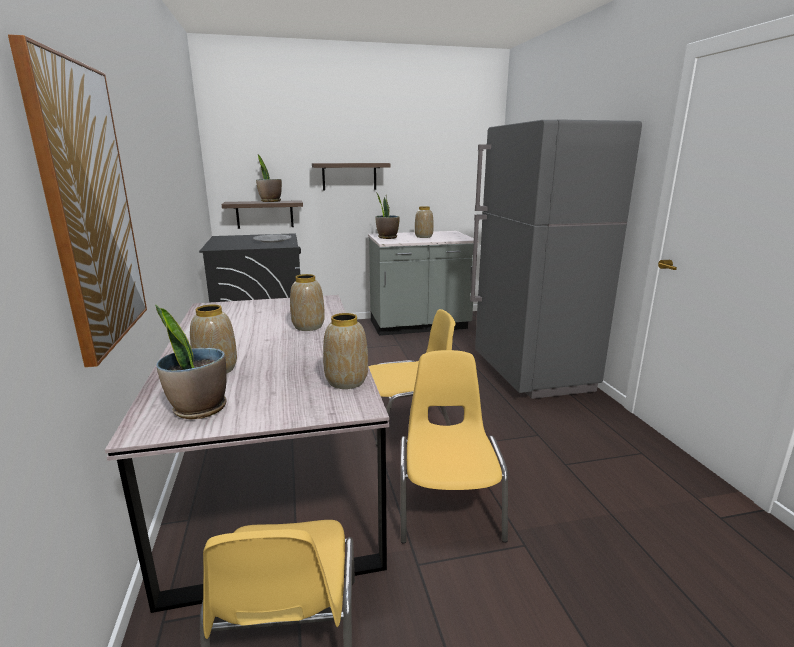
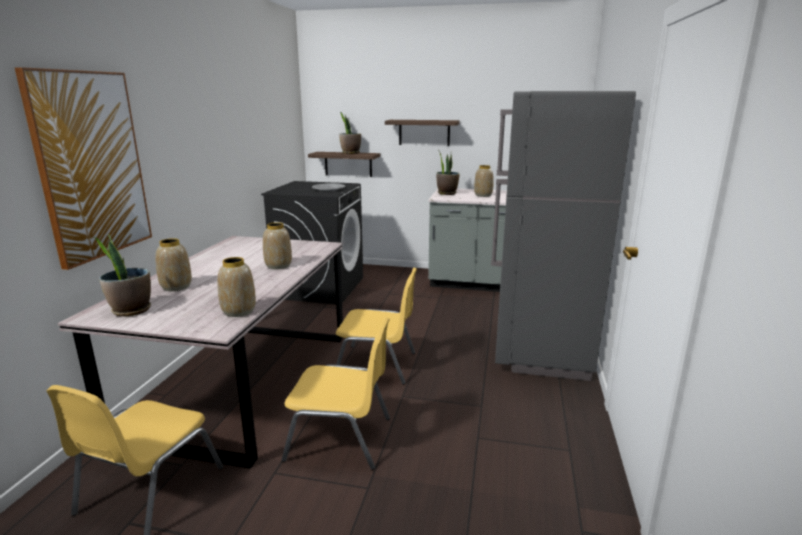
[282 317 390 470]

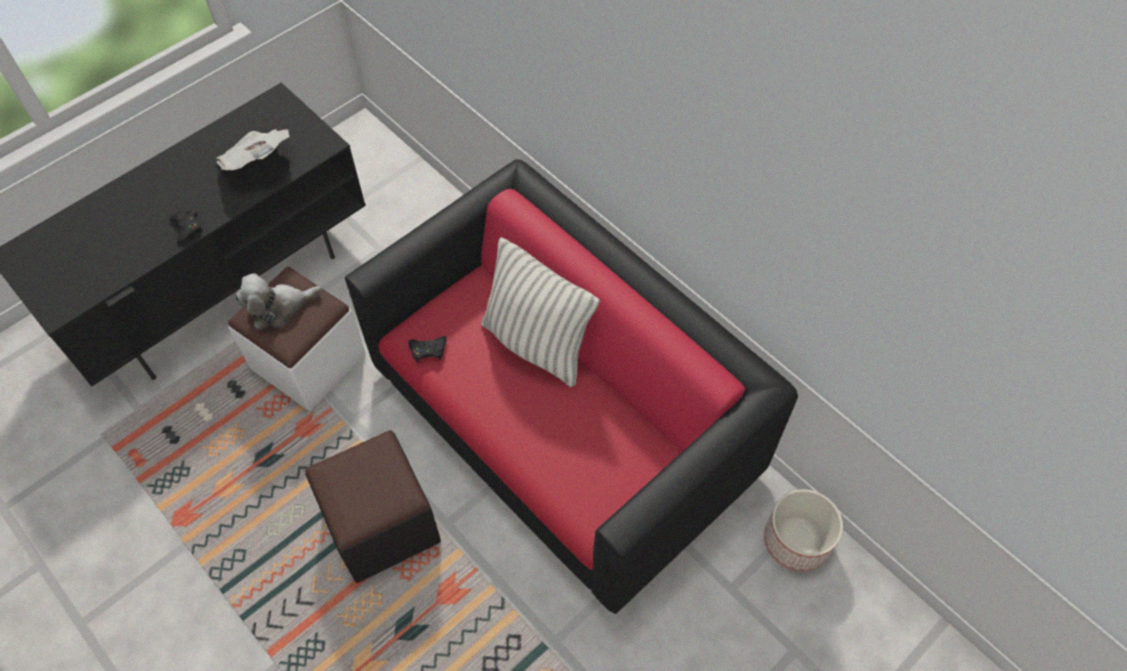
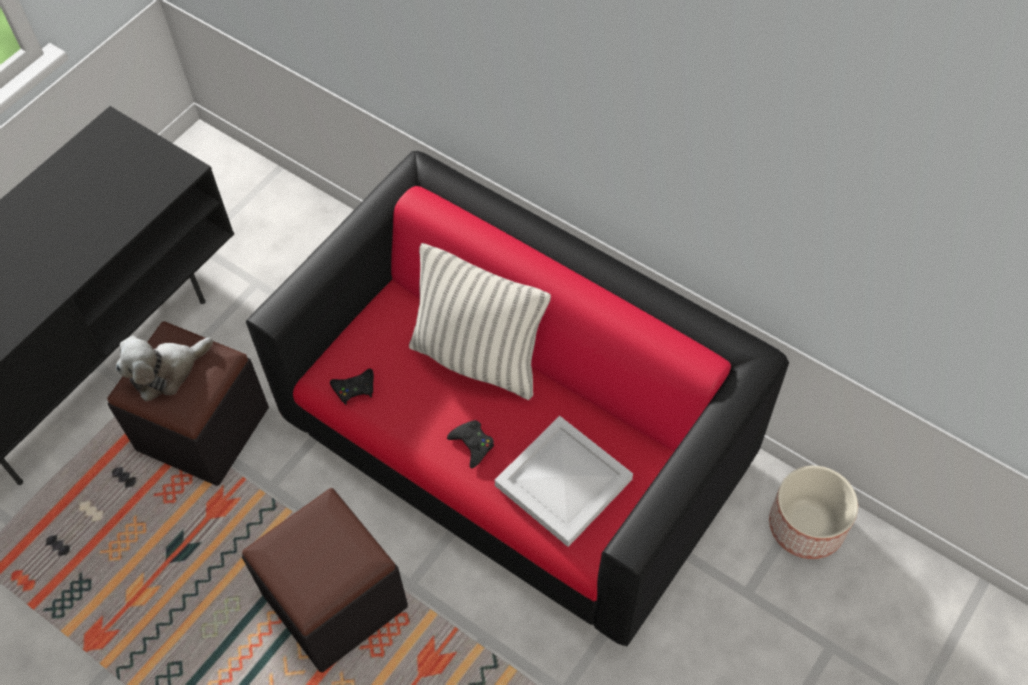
[216 129 290 170] (first image)
[447 420 494 468]
[107 321 269 486]
[495 416 633 547]

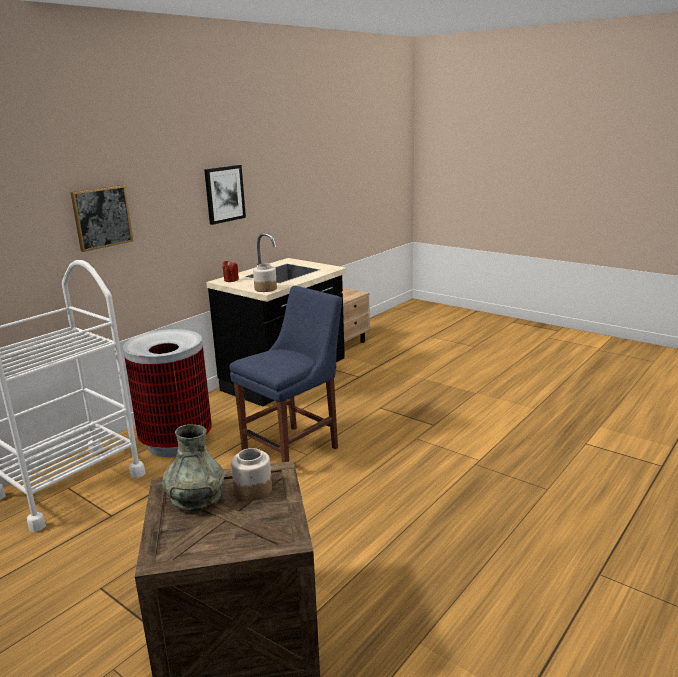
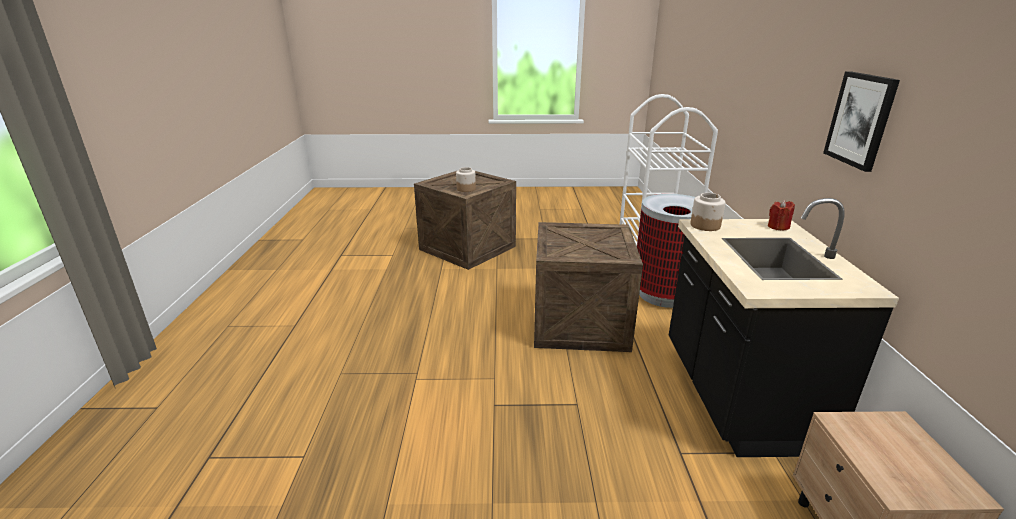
[70 185 133 252] (first image)
[534 222 643 352]
[162 424 224 511] (first image)

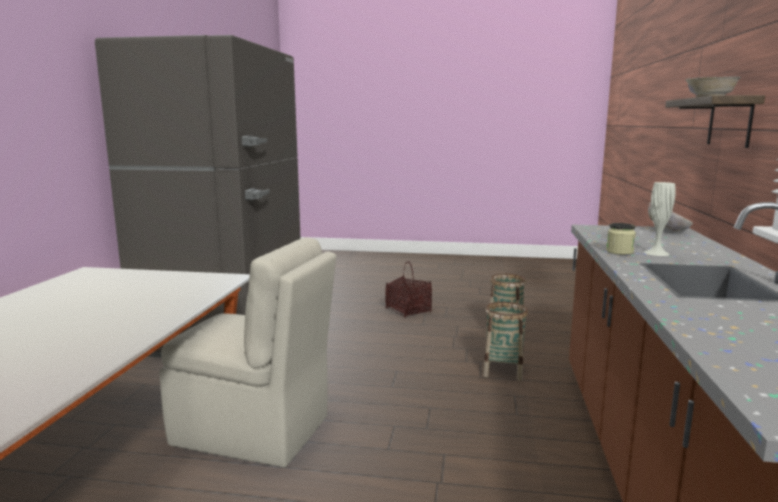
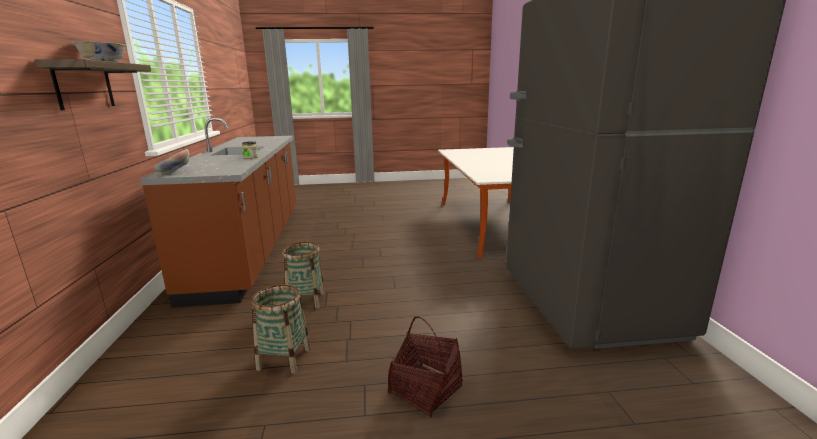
[644 182 676 256] (first image)
[159 237 336 467] (first image)

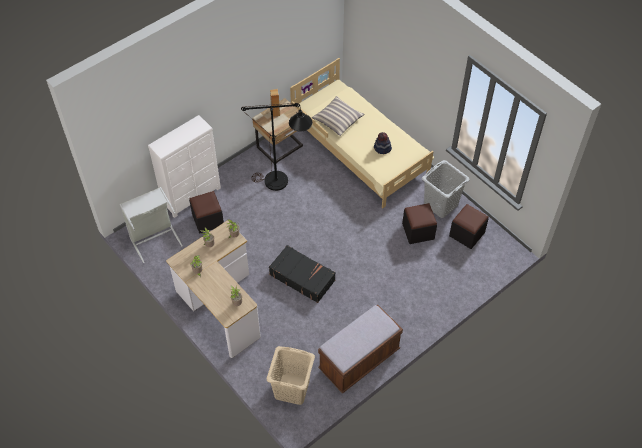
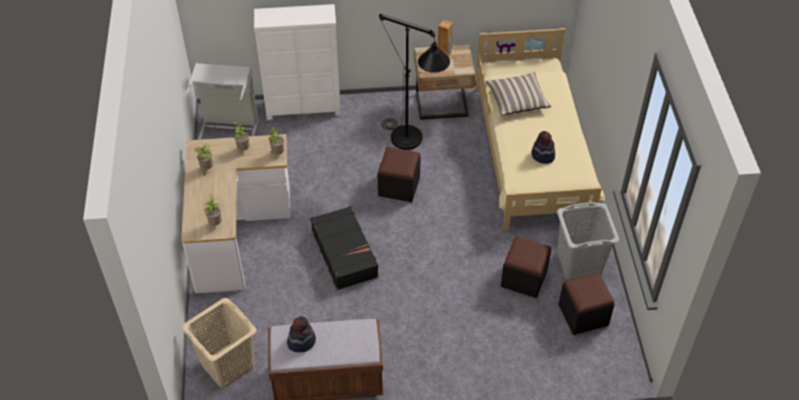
[378 147 421 202]
[287 316 316 352]

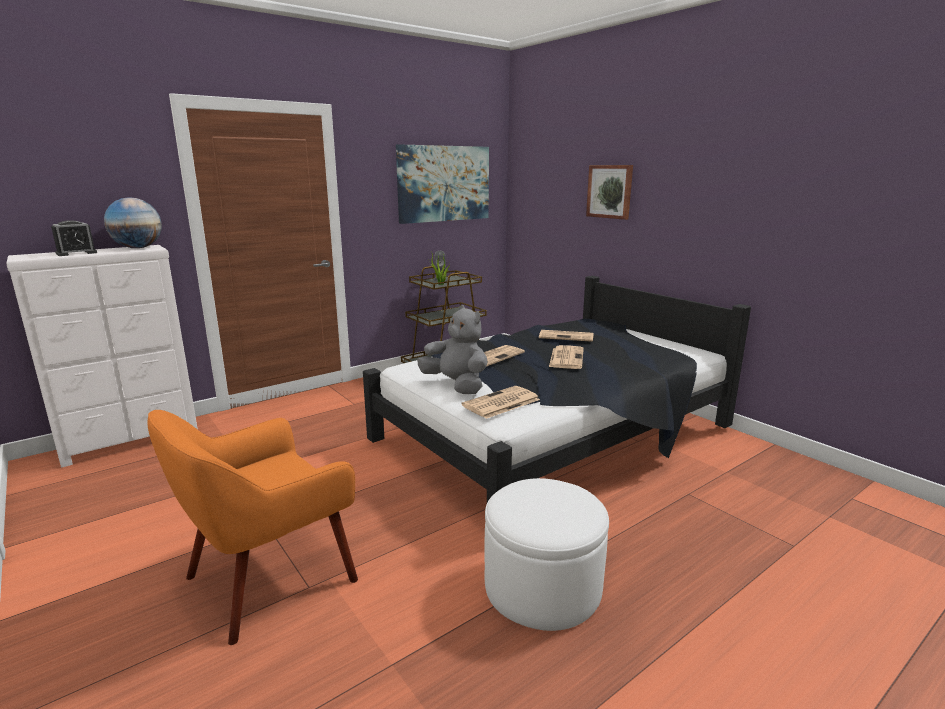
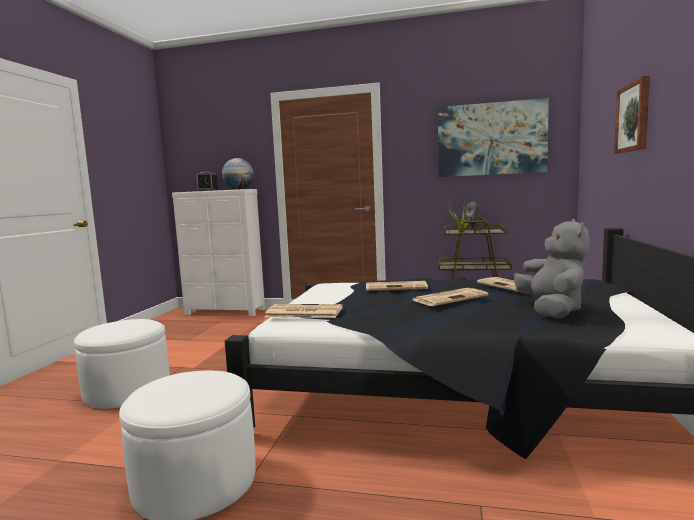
[514 219 590 318]
[74 319 170 409]

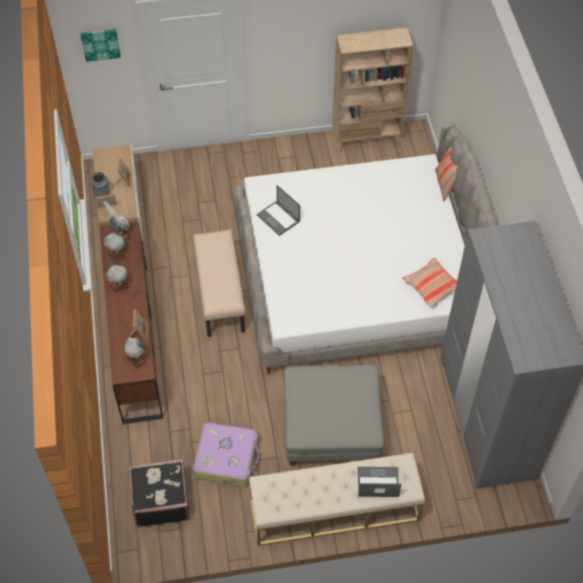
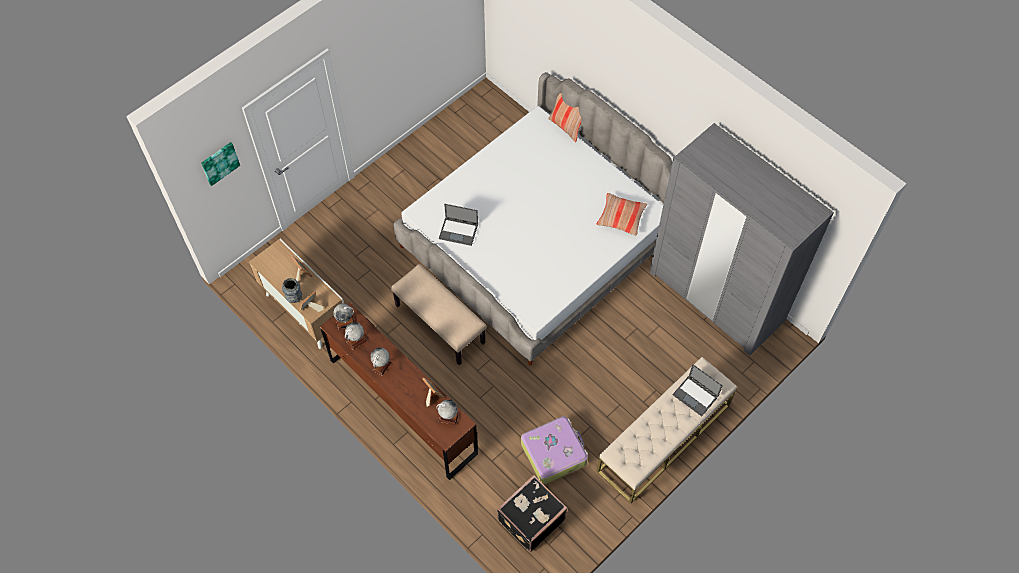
[332 27 413 152] (first image)
[284 365 384 466] (first image)
[673 364 723 417]

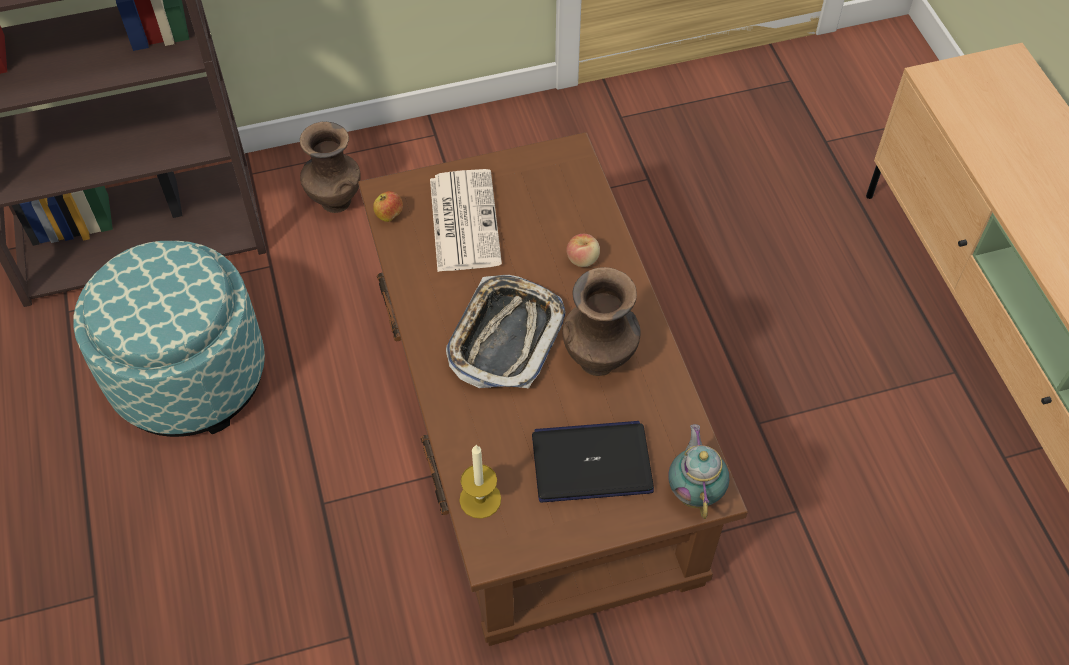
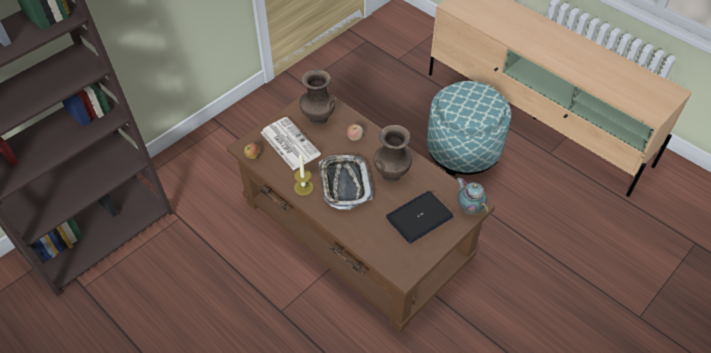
[299 69 335 125]
[427 81 511 176]
[294 153 314 195]

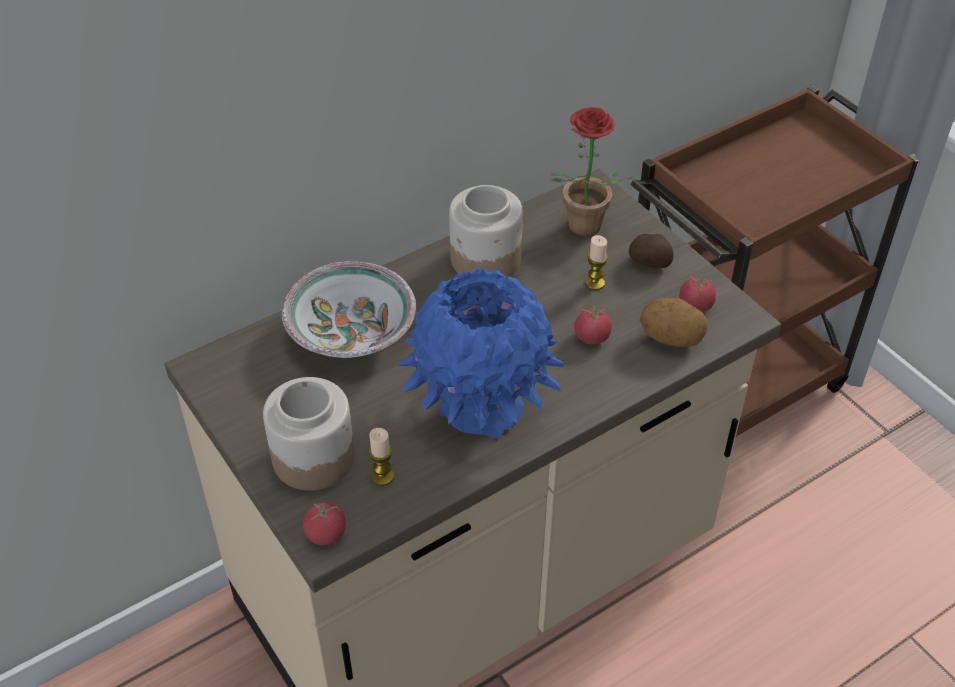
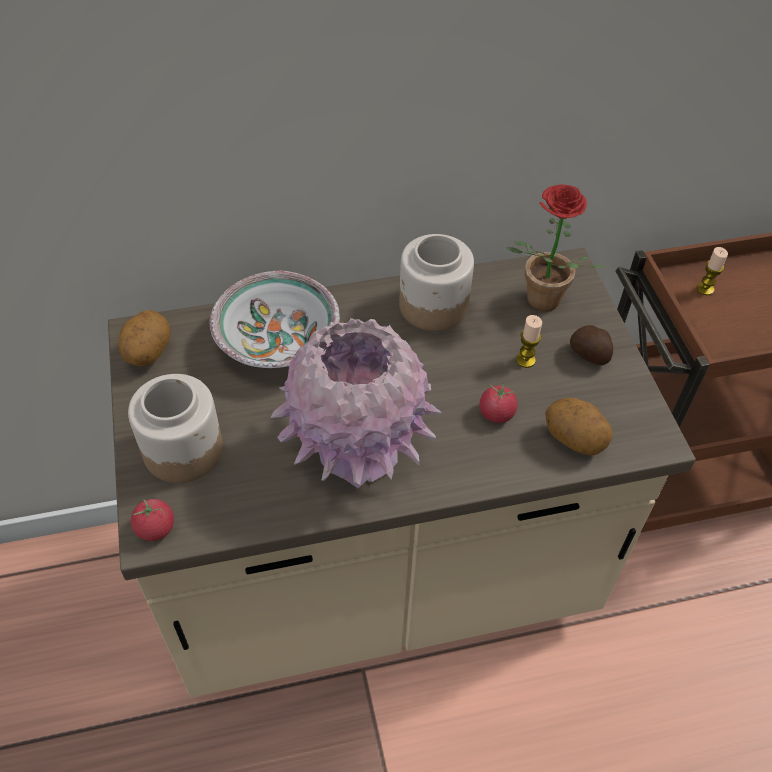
[270 318 442 488]
[679 272 716 312] (first image)
[697 247 728 295]
[118 310 170 367]

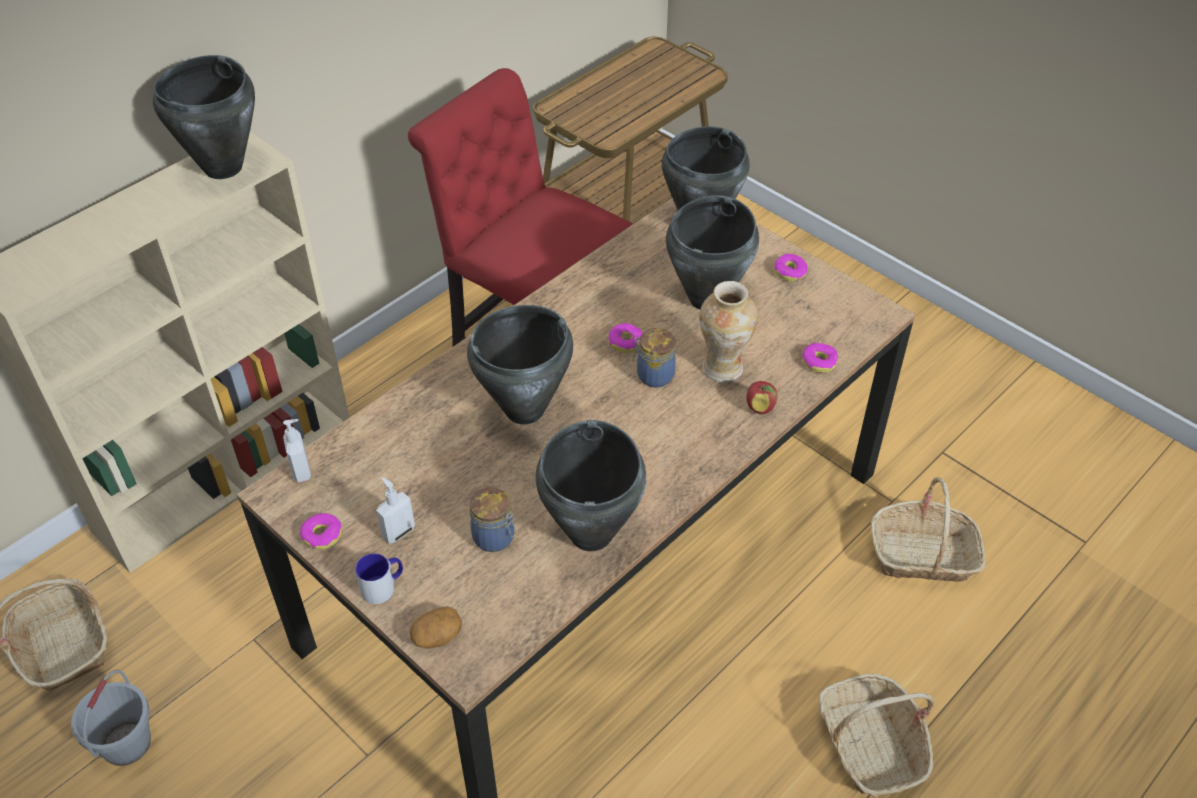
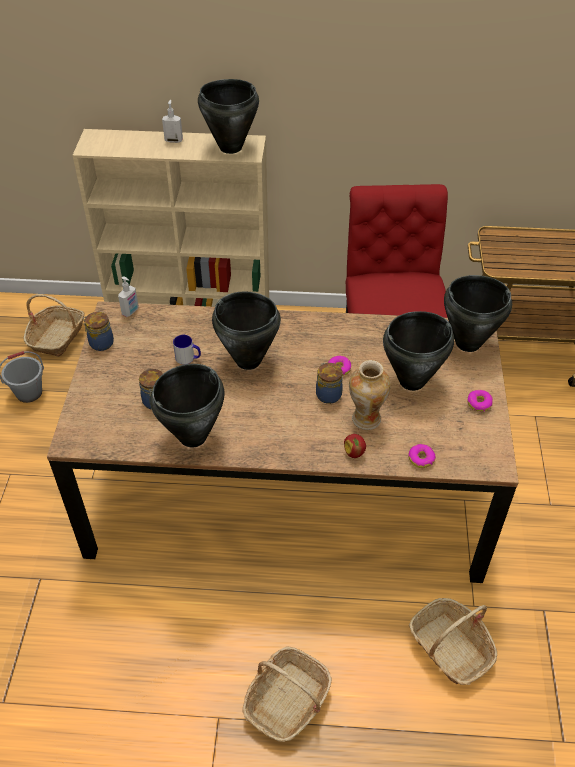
[162 100 183 143]
[83 312 114 351]
[173 335 201 364]
[409 606 462 648] (first image)

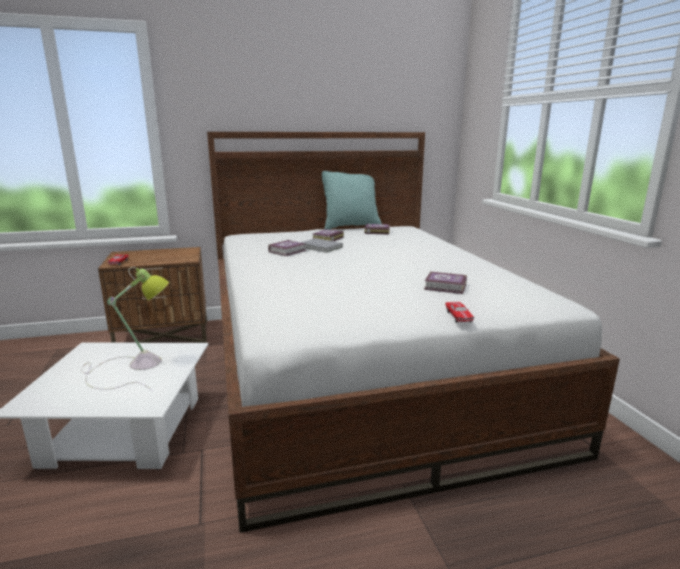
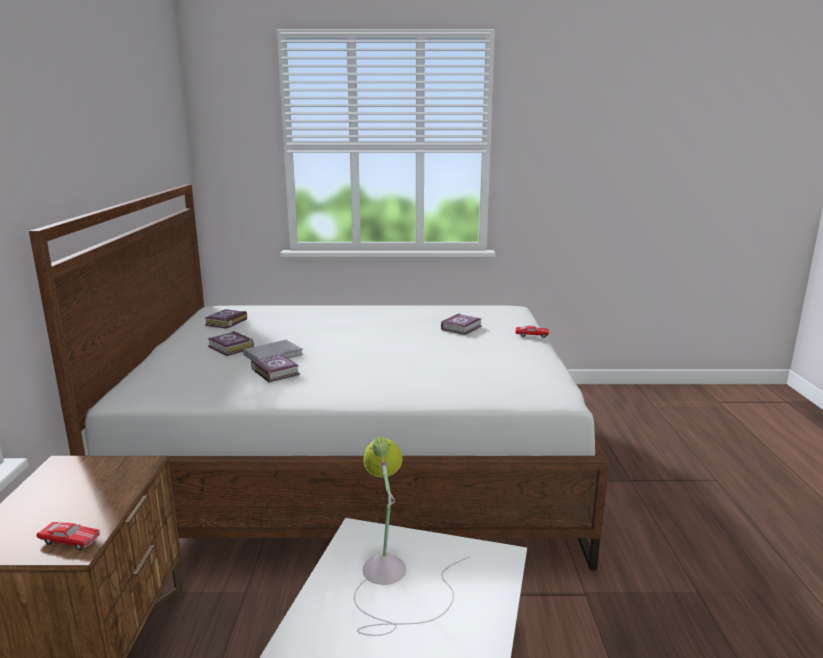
[322 171 382 230] (first image)

